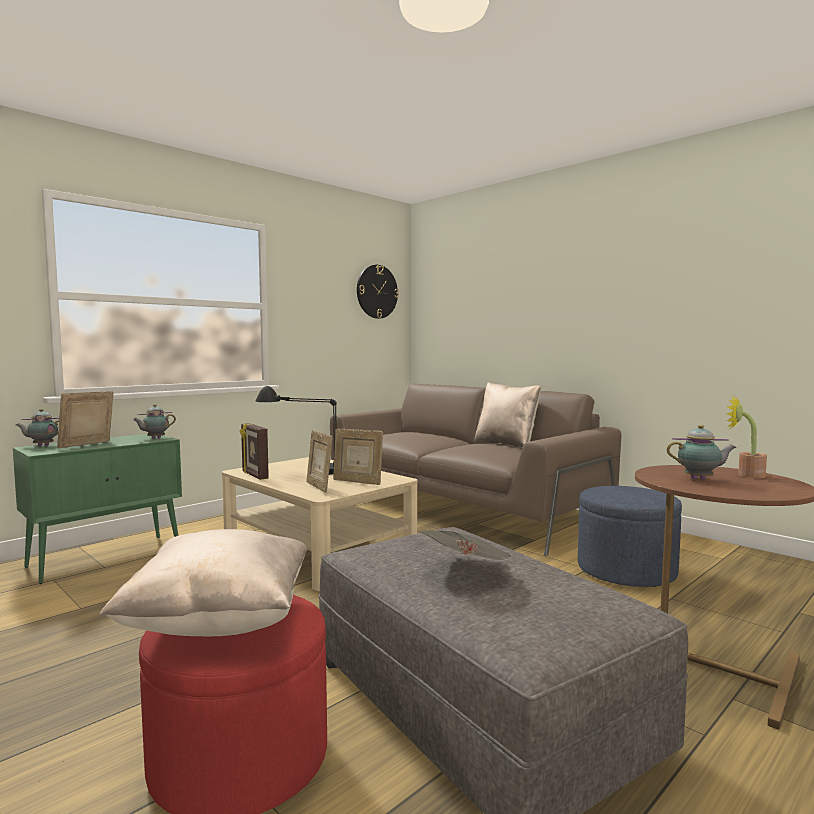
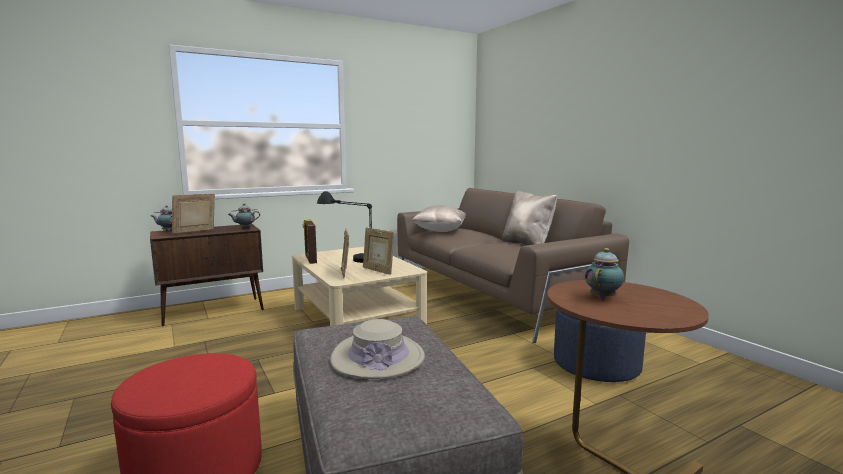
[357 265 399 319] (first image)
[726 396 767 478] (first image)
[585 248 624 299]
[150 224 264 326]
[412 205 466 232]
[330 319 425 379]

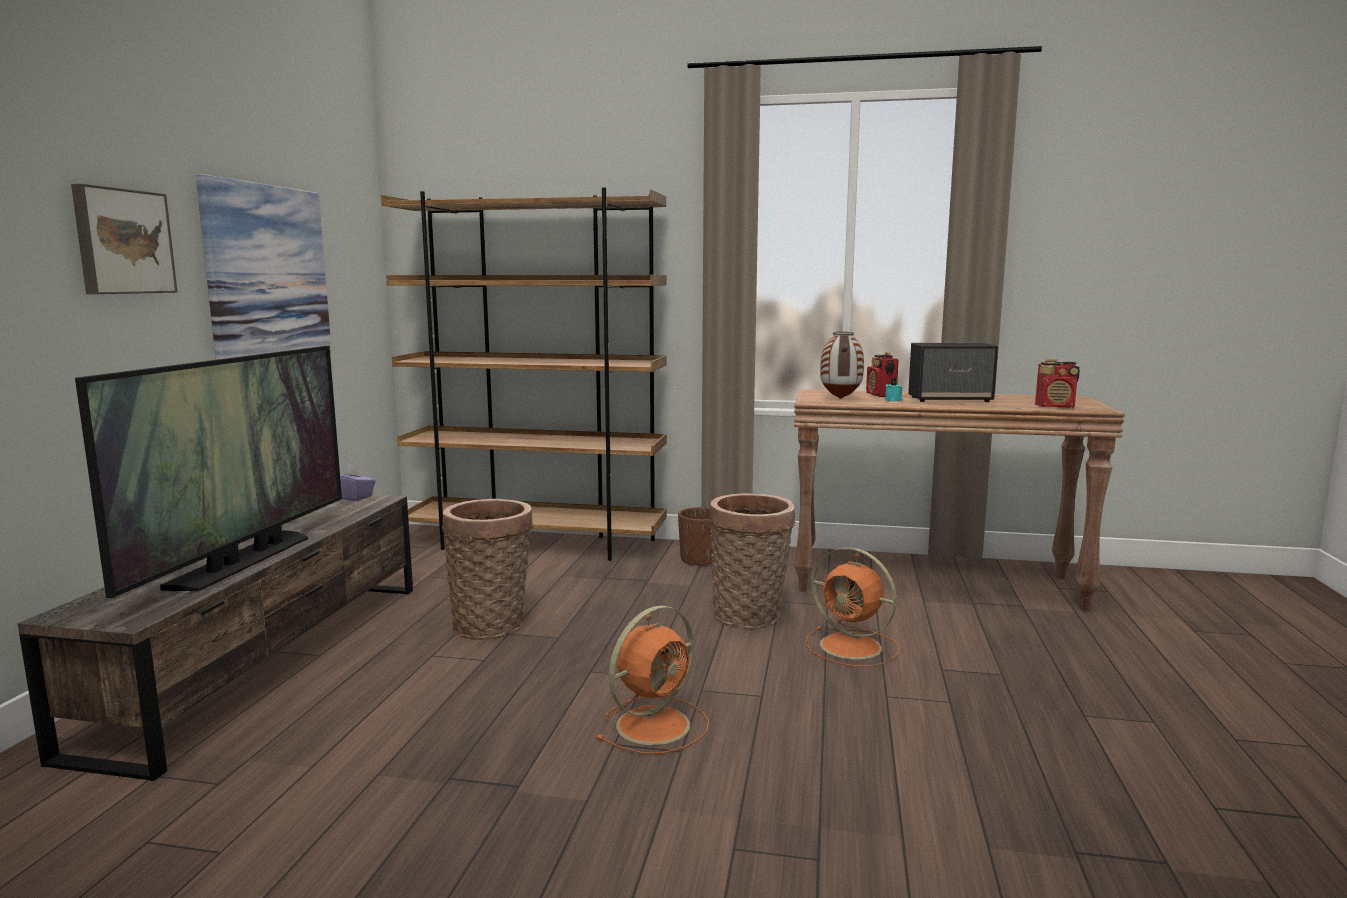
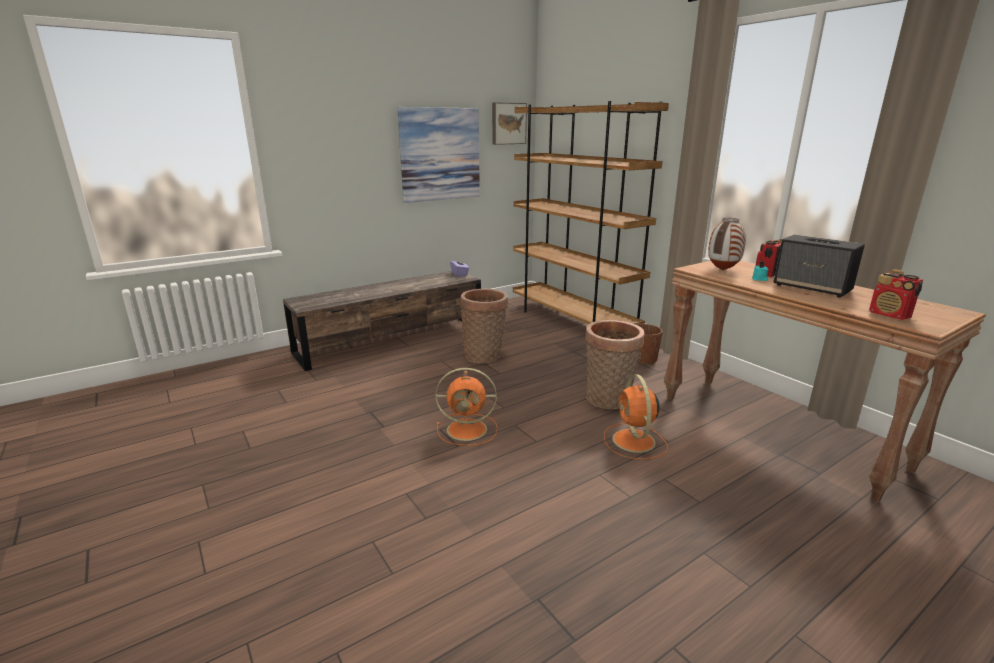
[492 102 527 145]
[75 346 342 598] (first image)

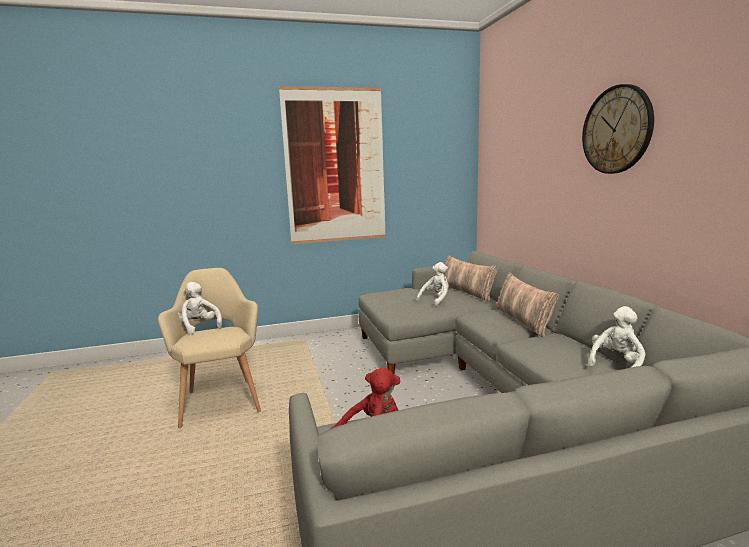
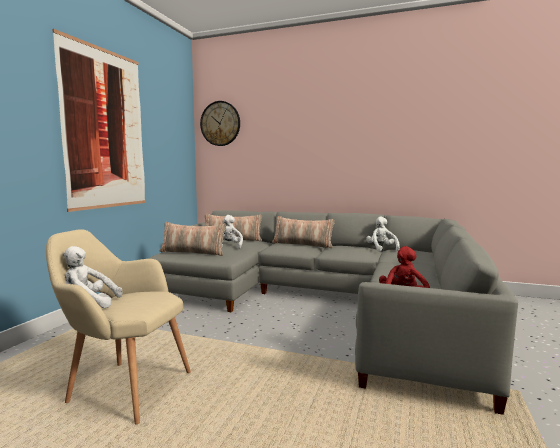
[200 101 240 146]
[159 222 226 256]

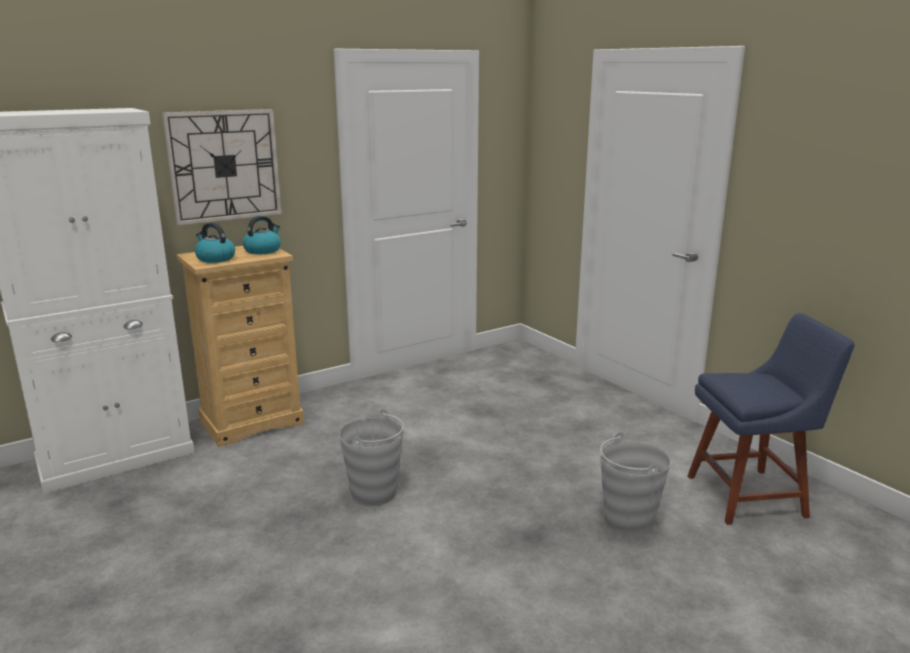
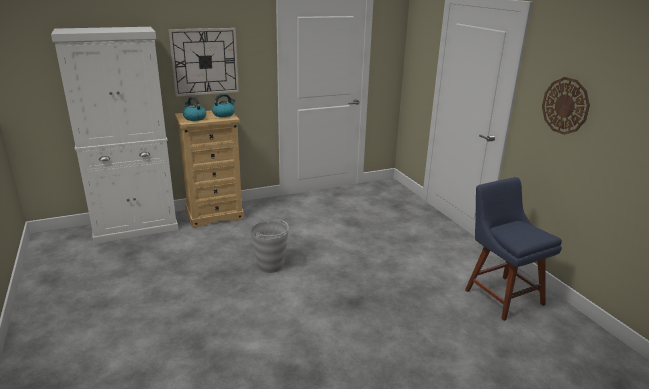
[465 177 562 321]
[600 432 671 537] (first image)
[542 77 590 135]

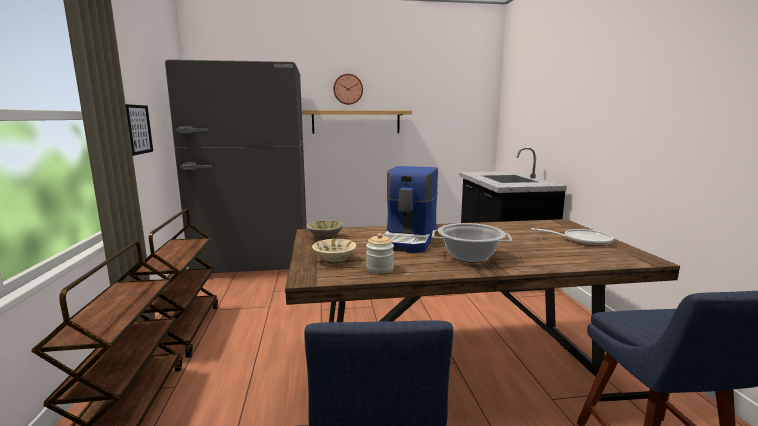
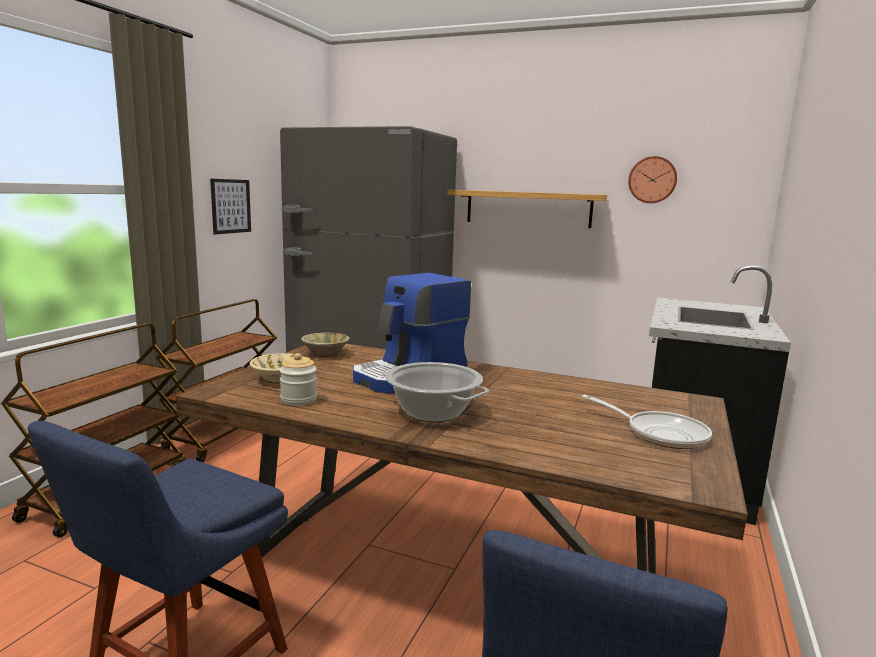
[628 156 677 203]

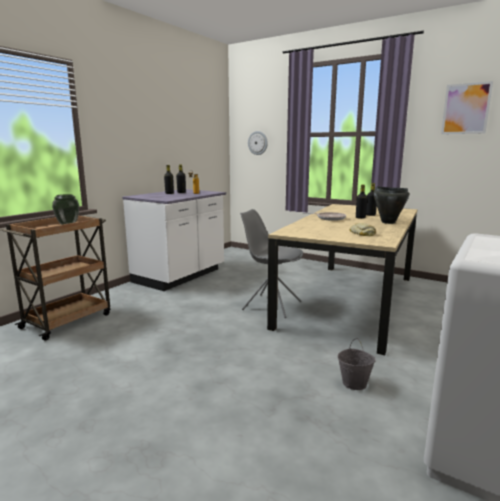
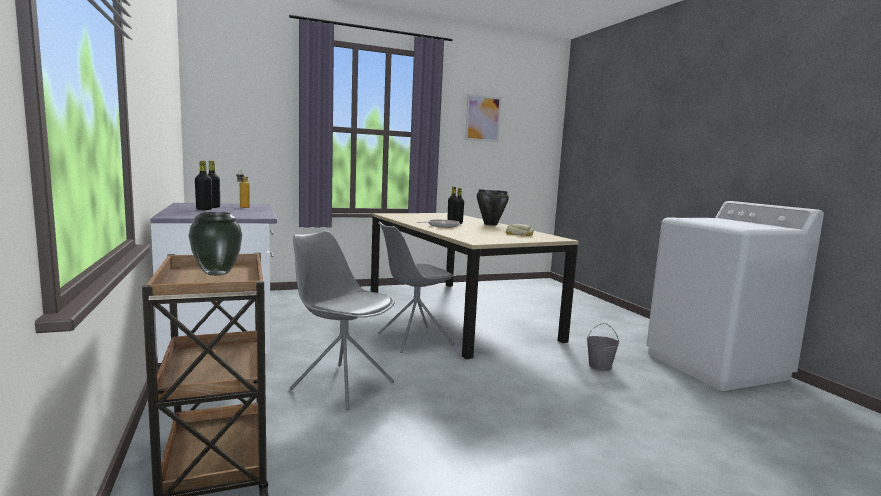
[248 131 268 155] (first image)
[290 231 395 410]

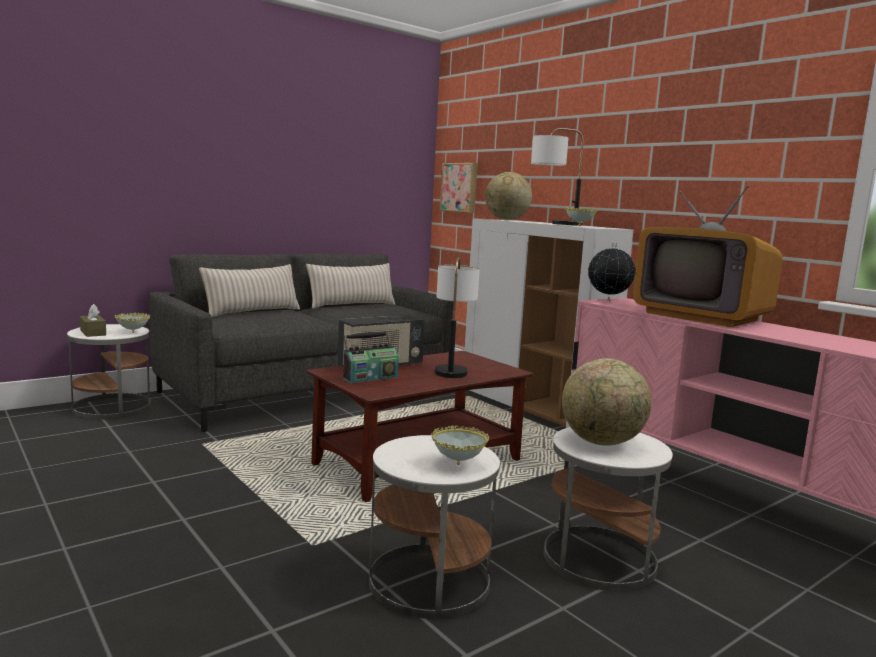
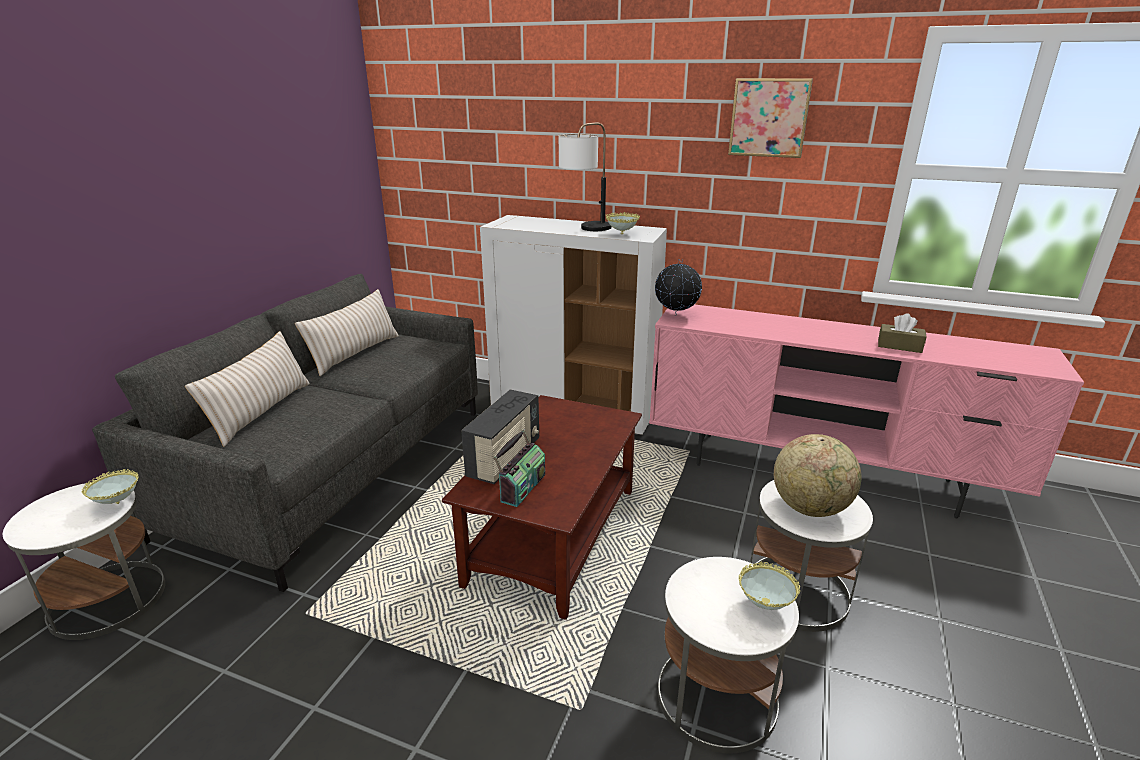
[728 78 813 158]
[485 172 532 220] (first image)
[633 185 783 327] (first image)
[435 257 480 378] (first image)
[878 313 926 353]

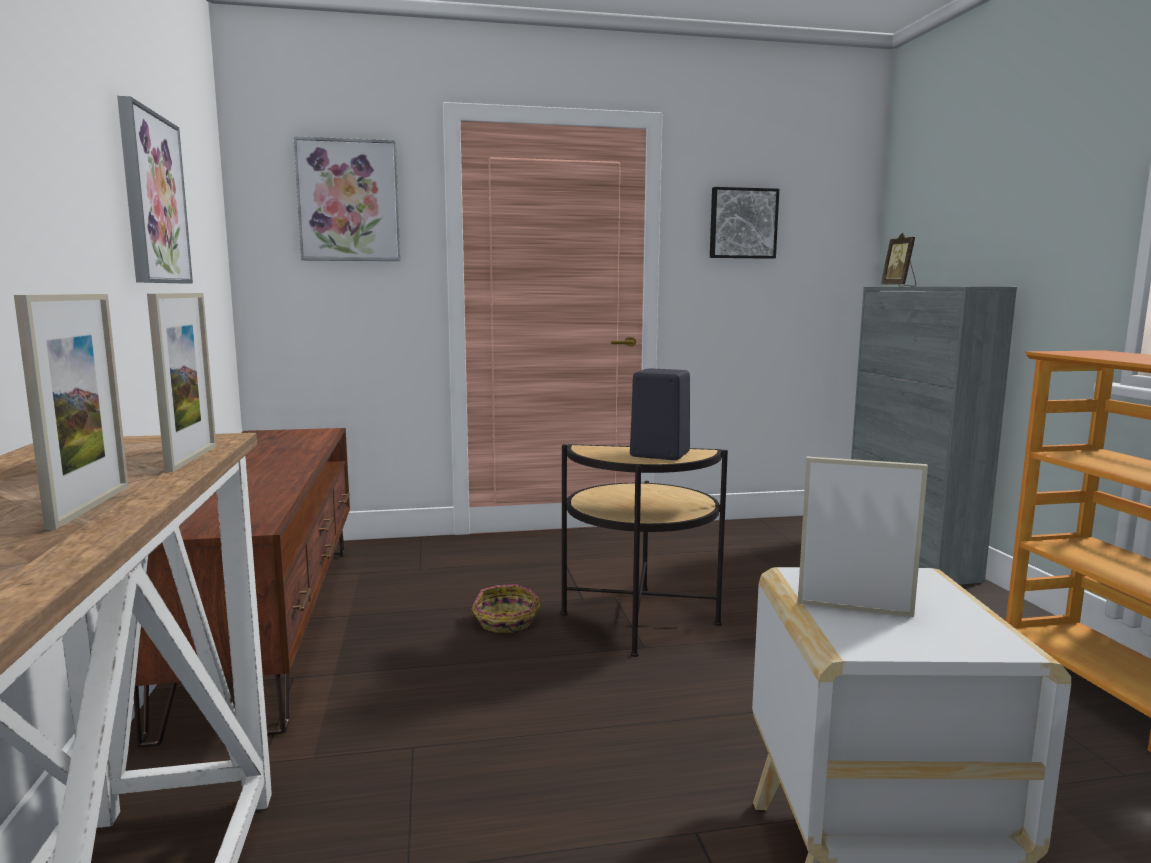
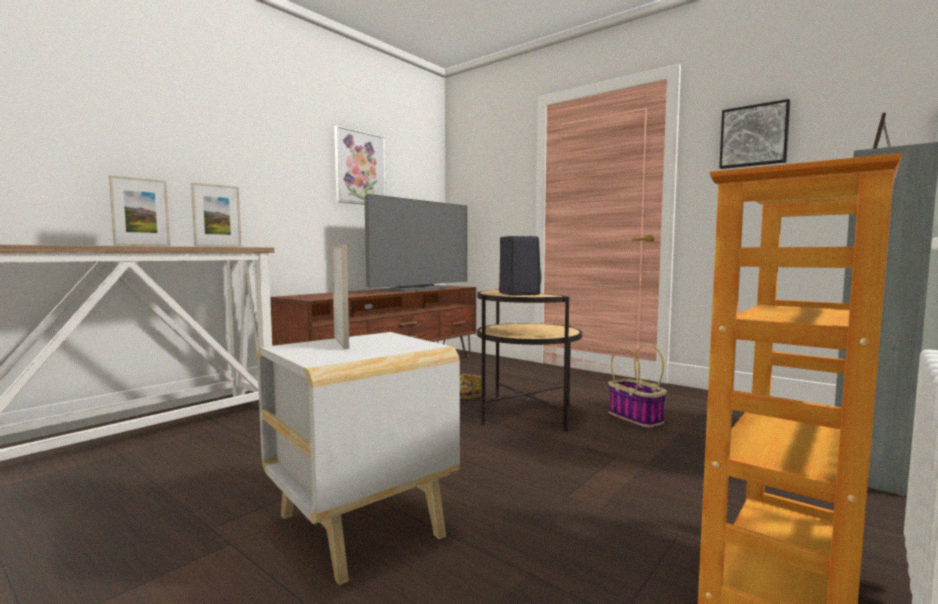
[293 136 400 261] (first image)
[364 194 467 292]
[608 344 667 427]

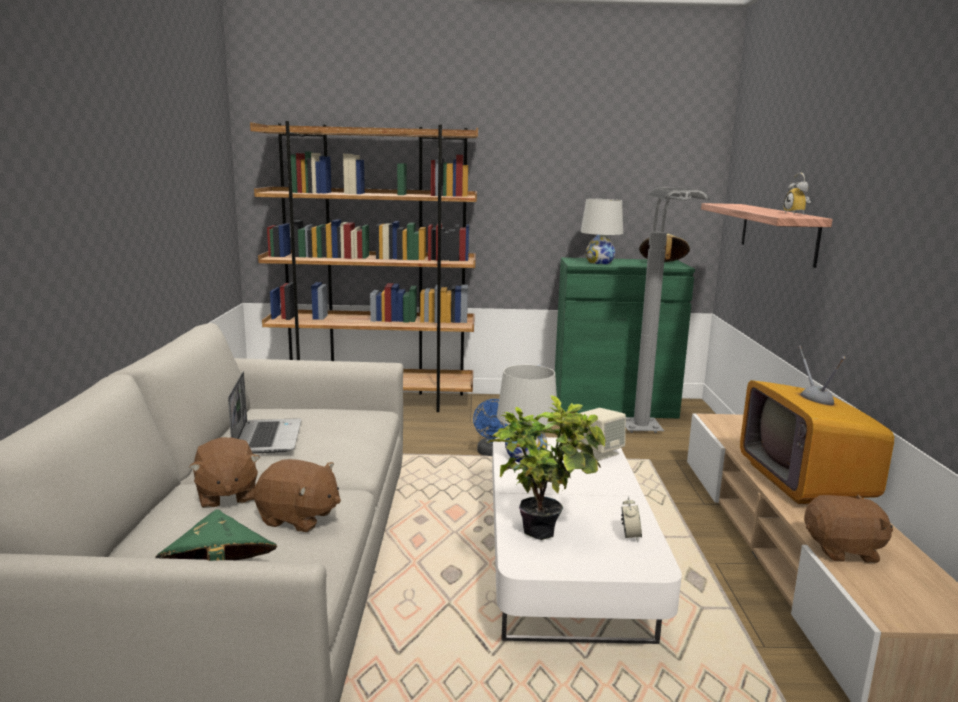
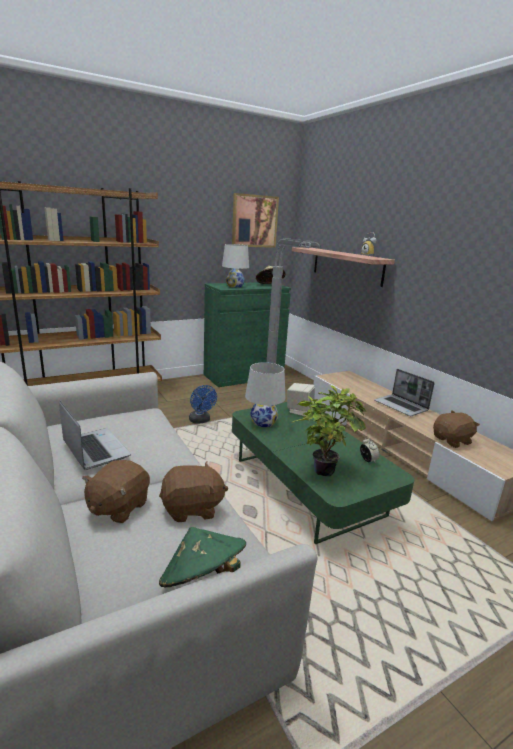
[374 369 435 416]
[82 460 150 523]
[232 402 414 544]
[232 193 279 248]

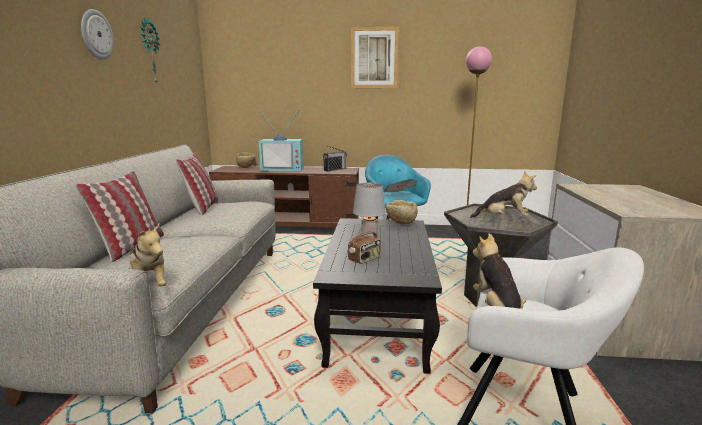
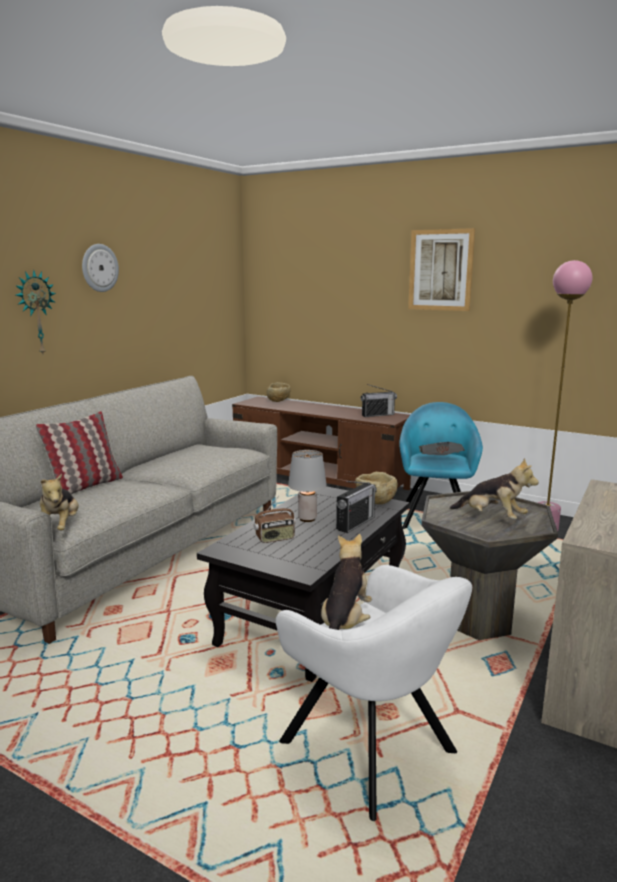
[15 269 56 354]
[259 109 304 172] (first image)
[175 153 218 215] (first image)
[336 481 377 533]

